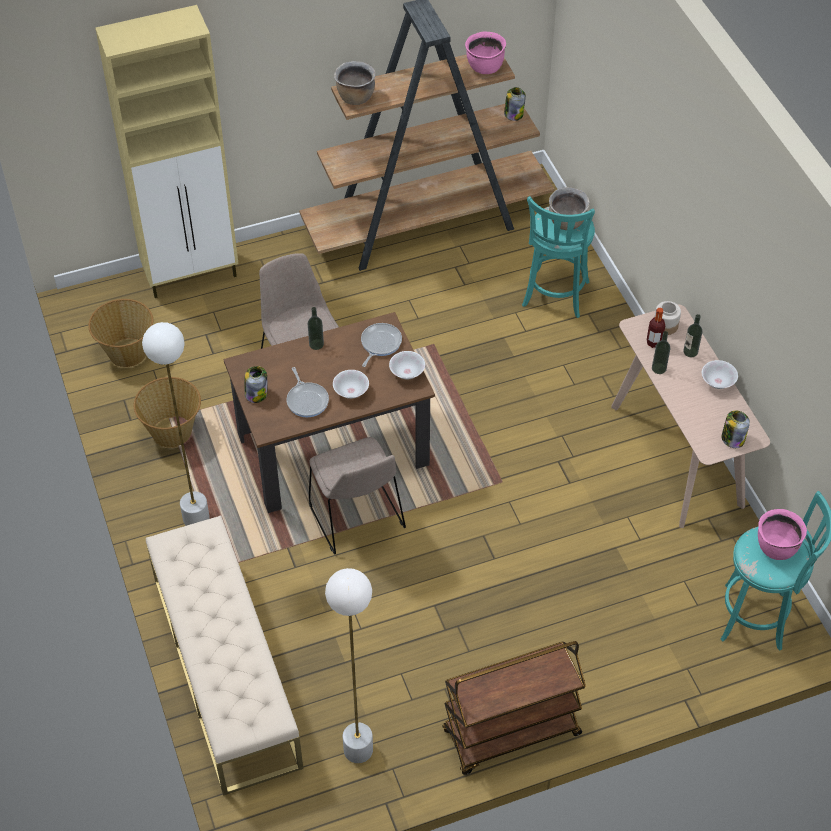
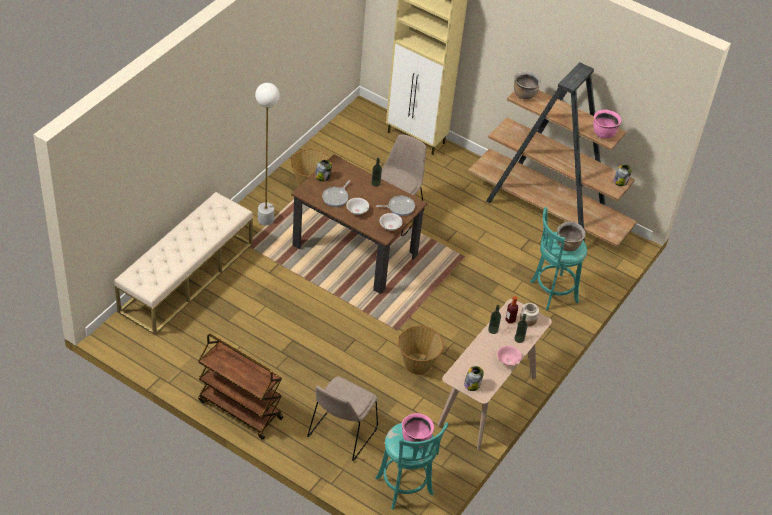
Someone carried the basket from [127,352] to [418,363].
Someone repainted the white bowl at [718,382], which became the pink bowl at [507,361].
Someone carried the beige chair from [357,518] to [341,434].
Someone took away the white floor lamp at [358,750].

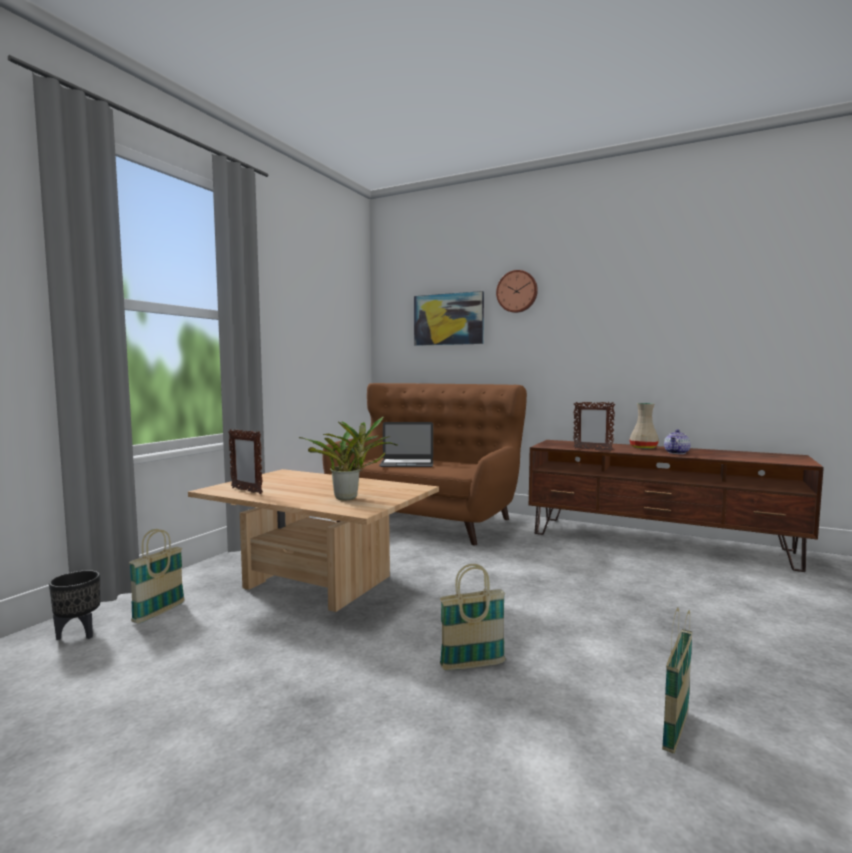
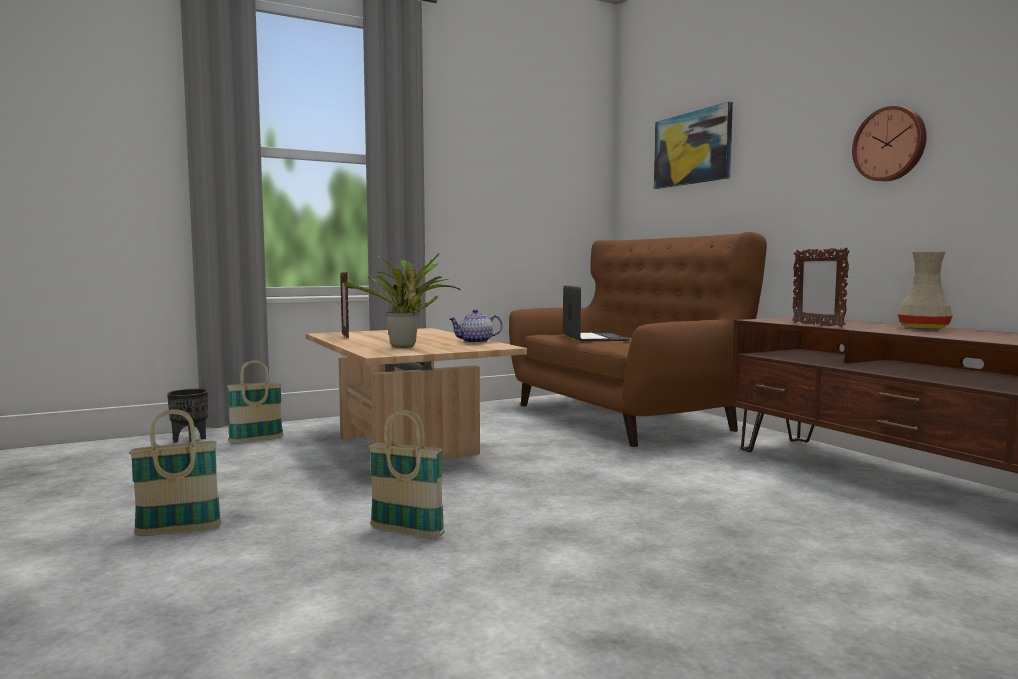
Someone carried the wall clock from [517,291] to [890,144].
Someone rotated the laptop at [407,463] by 135 degrees counterclockwise.
Someone carried the teapot from [677,453] to [475,342].
Someone carried the basket from [675,732] to [179,531].

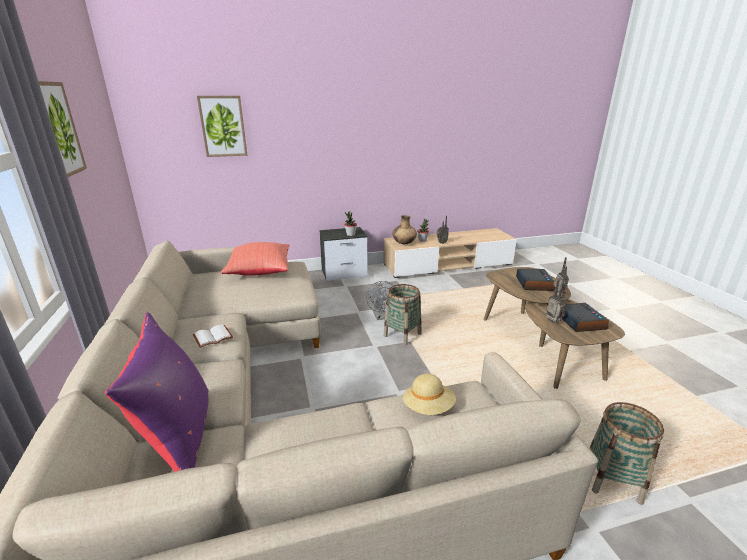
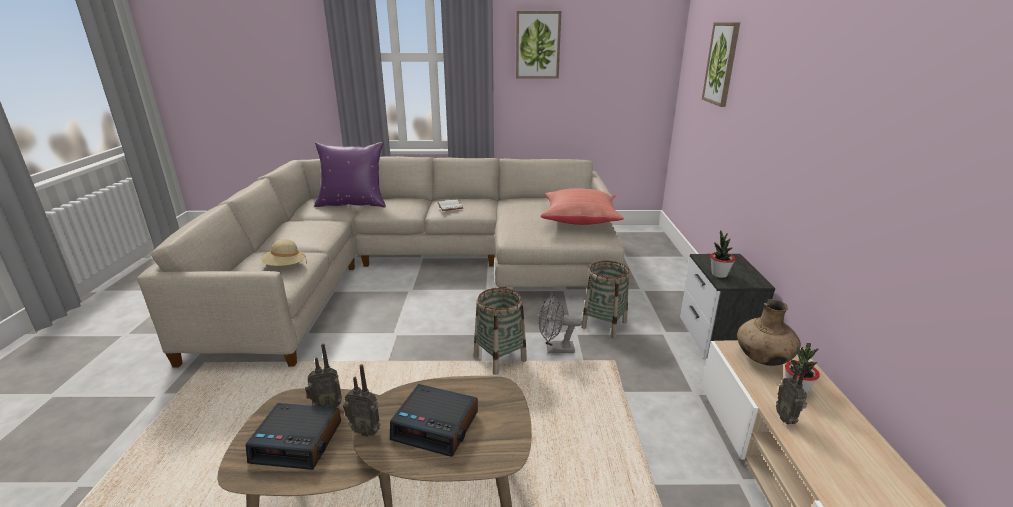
Someone carried the basket from [612,480] to [604,325].

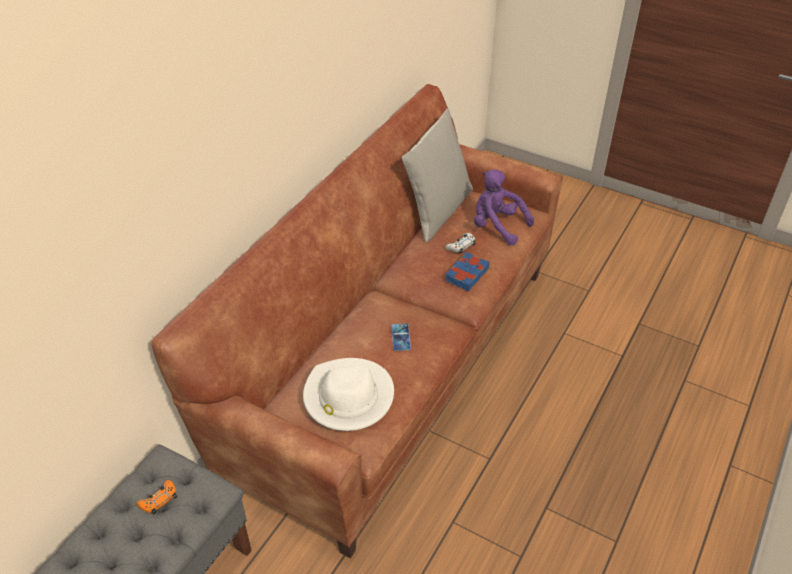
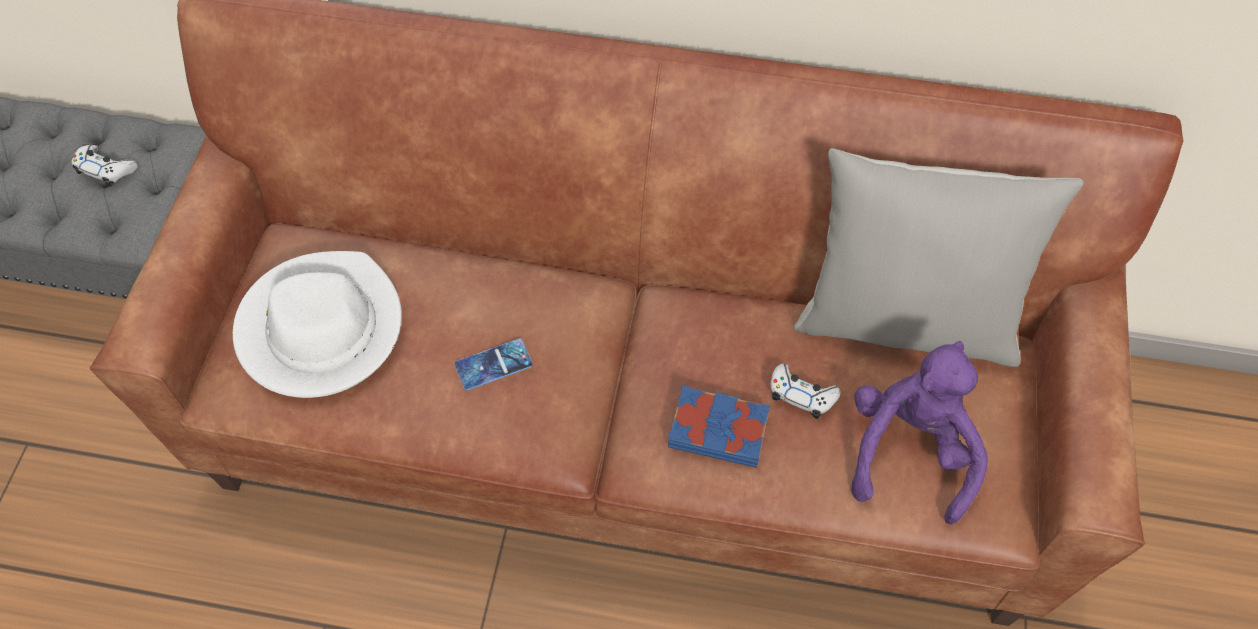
Someone repainted the orange game controller at [159,500], which became the white game controller at [106,169].

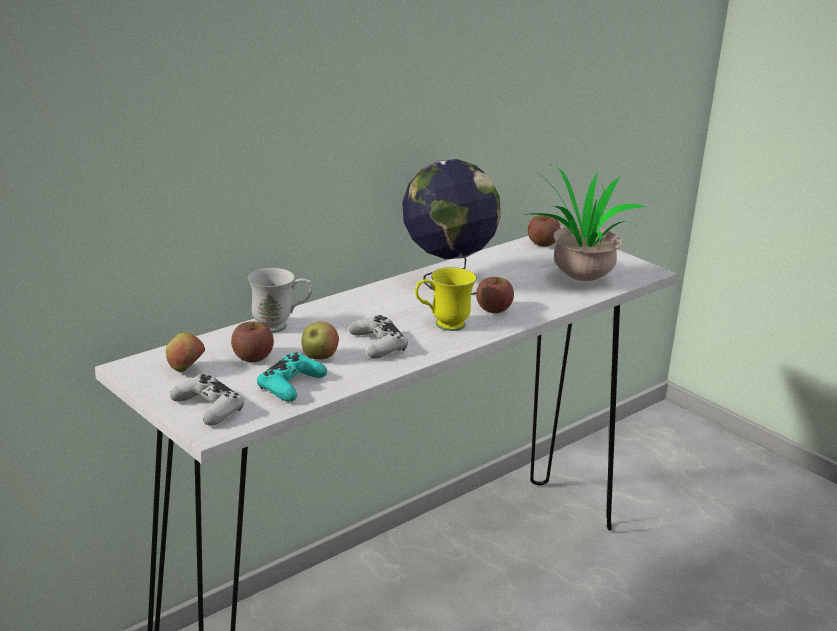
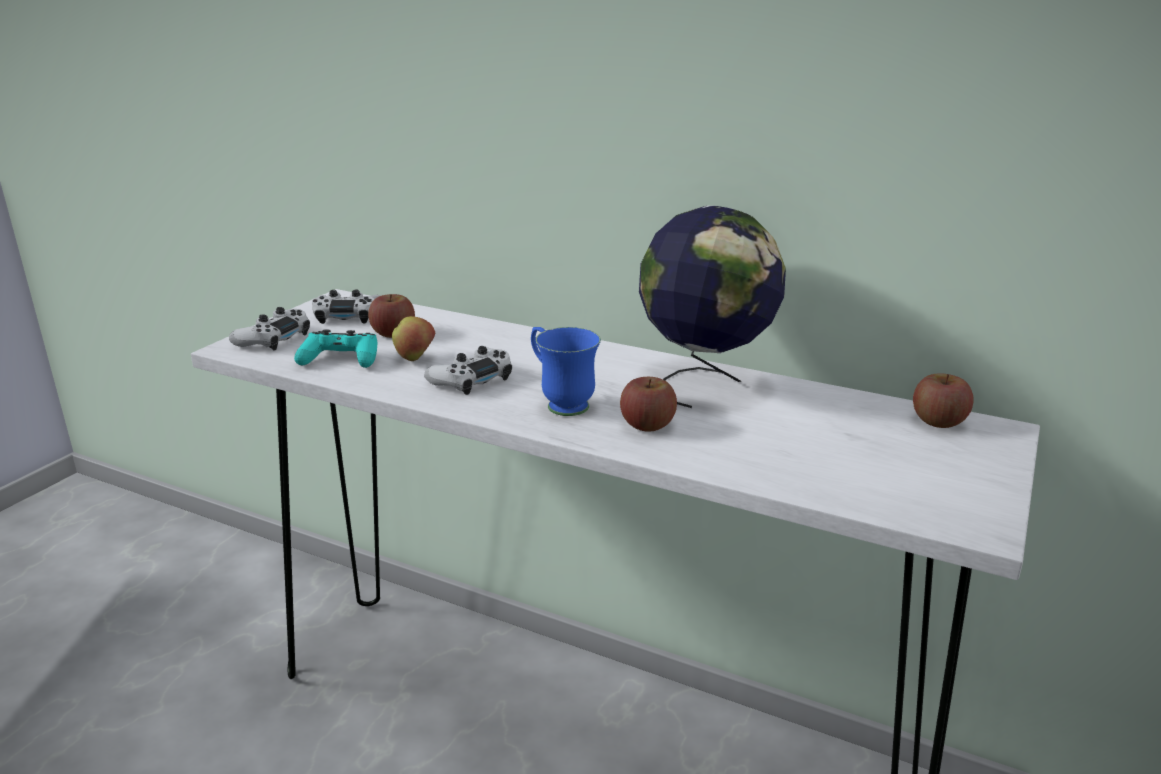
Someone took away the potted plant at [578,278].
Someone took away the white mug at [280,326].
Someone repainted the yellow mug at [442,325], which became the blue mug at [560,403].
Someone swapped the apple at [185,370] for the white game controller at [347,316].

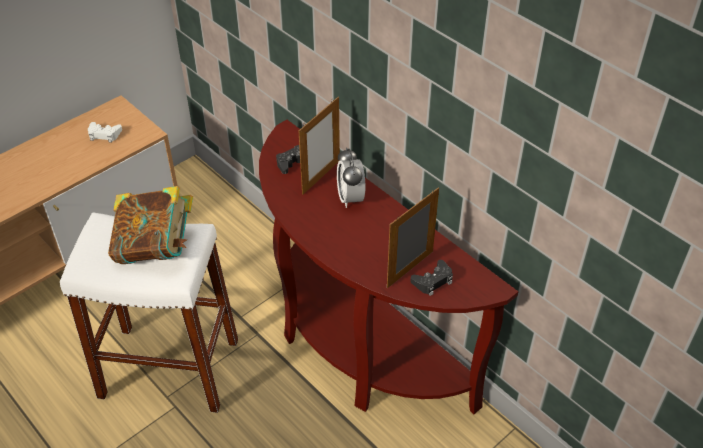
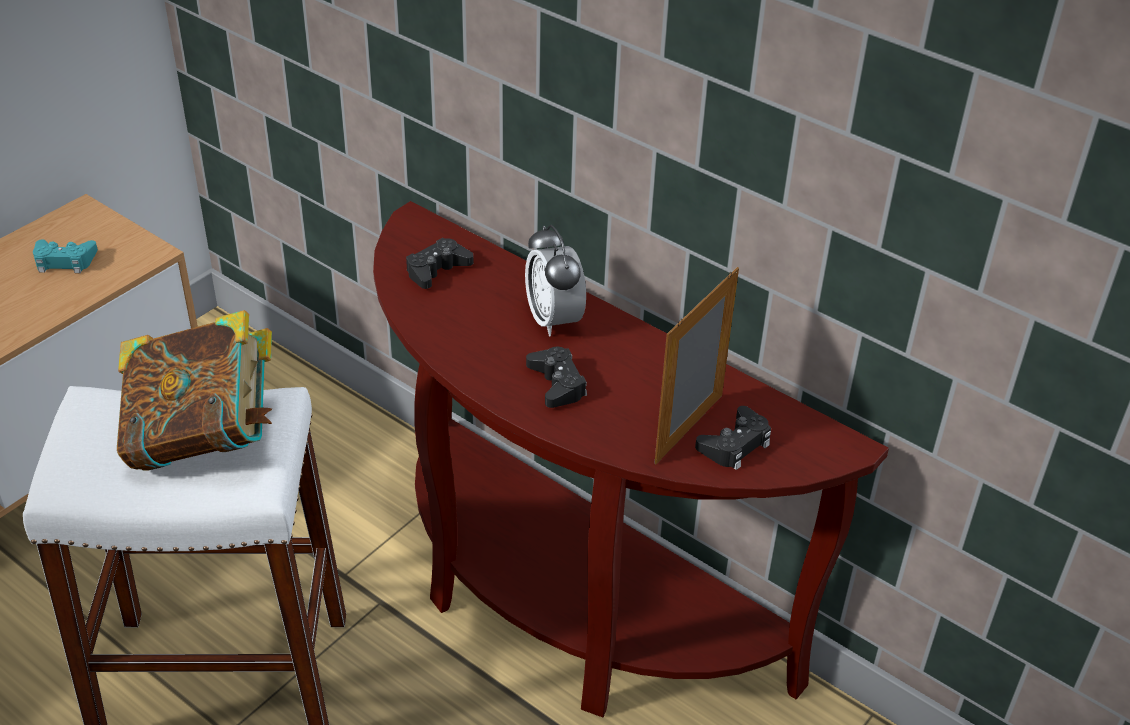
Someone took away the picture frame at [321,177].
Someone repainted the white game controller at [104,135], which became the turquoise game controller at [64,261].
Someone put down the black game controller at [557,383].

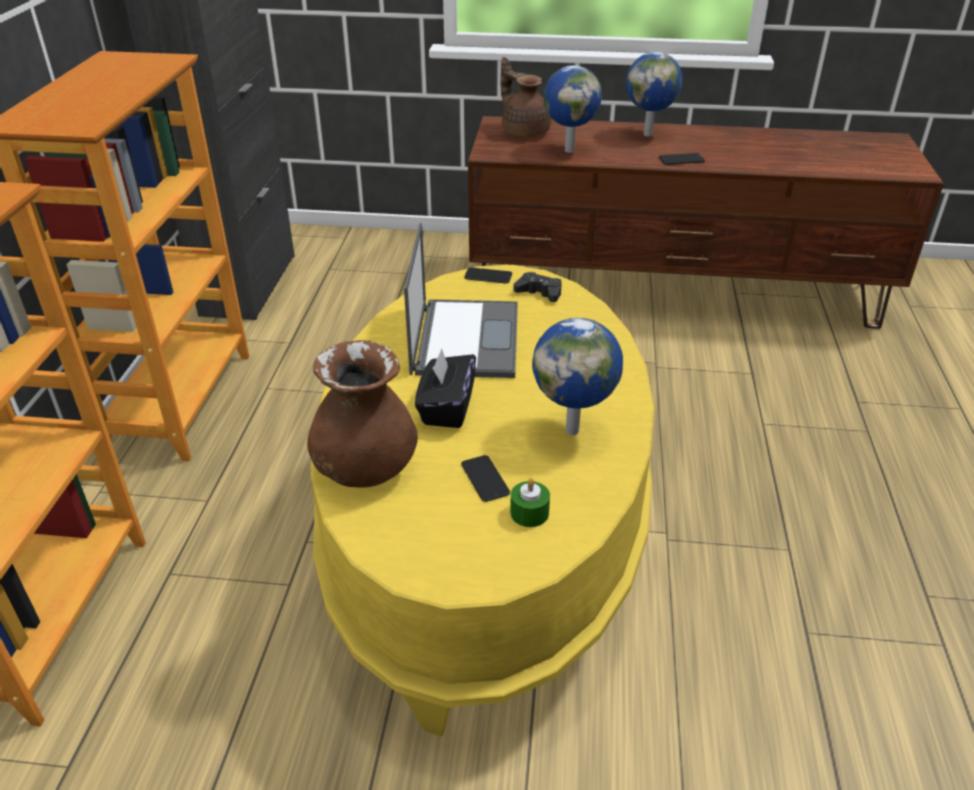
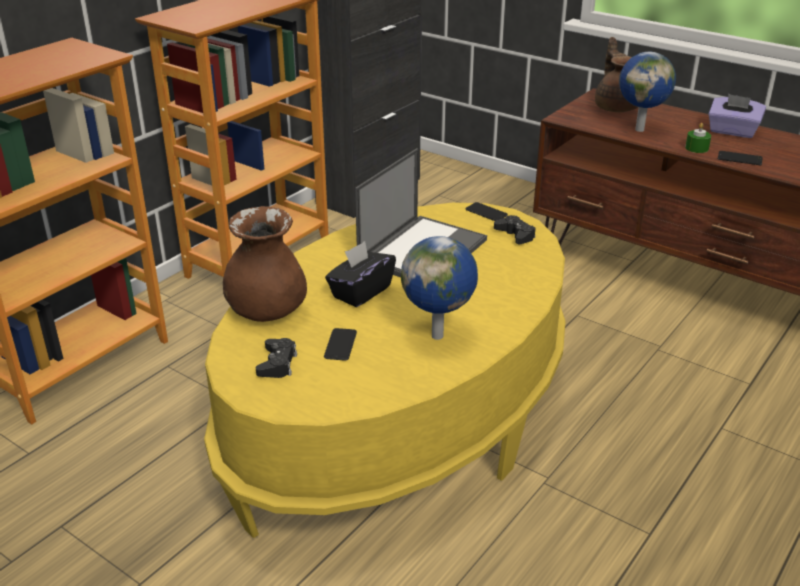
Someone swapped the globe at [648,134] for the purple tissue box at [732,131].
Someone carried the green candle from [529,513] to [696,148].
Someone put down the black game controller at [277,363].

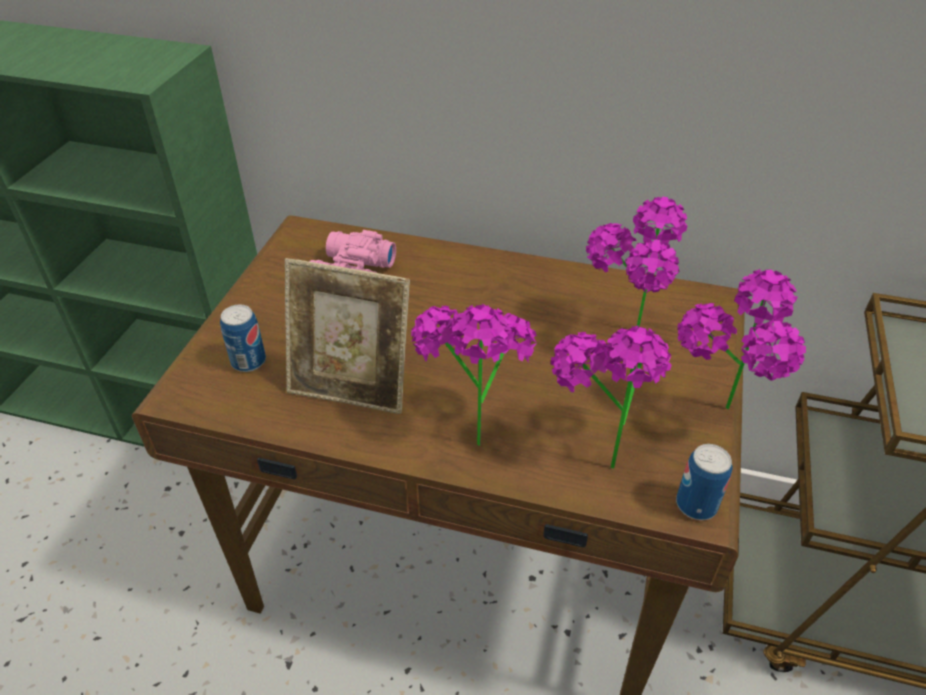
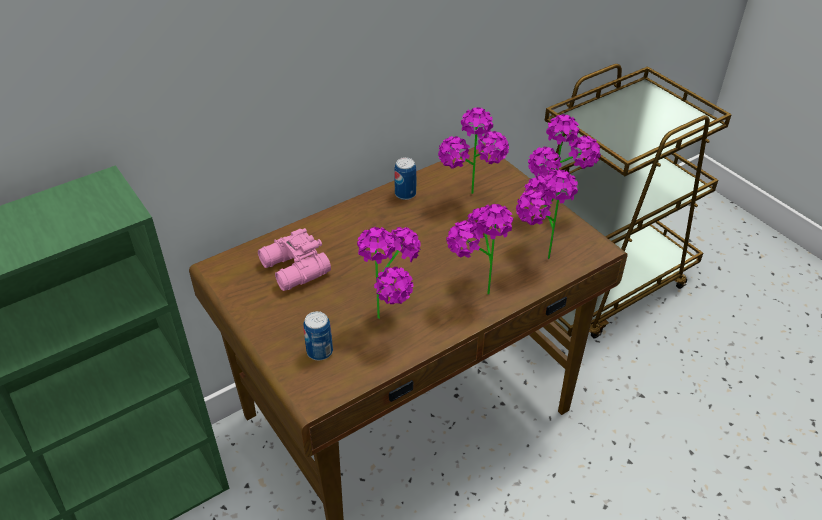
Someone swapped the picture frame at [352,387] for the potted plant at [393,318].
Someone carried the can from [696,505] to [405,194].

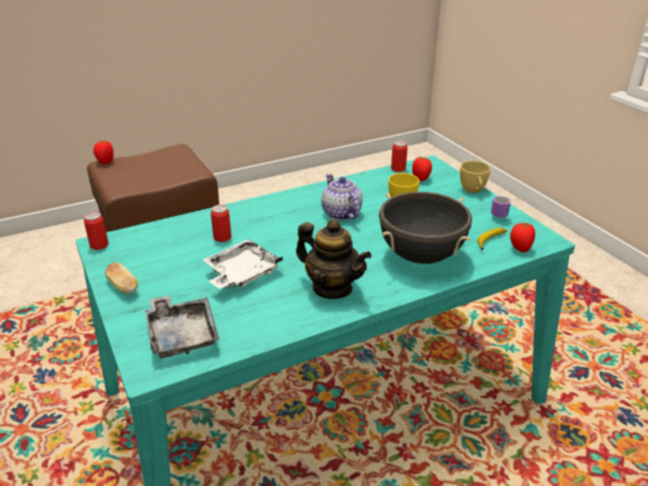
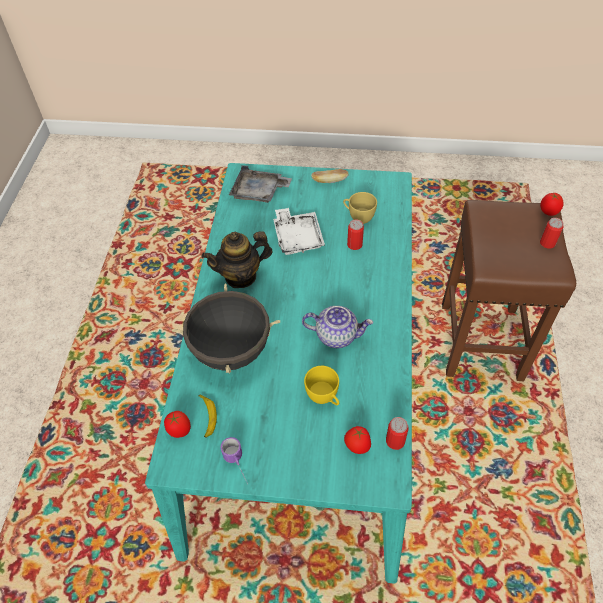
Someone carried the yellow cup from [473,191] to [358,217].
Someone carried the can from [99,245] to [547,243].

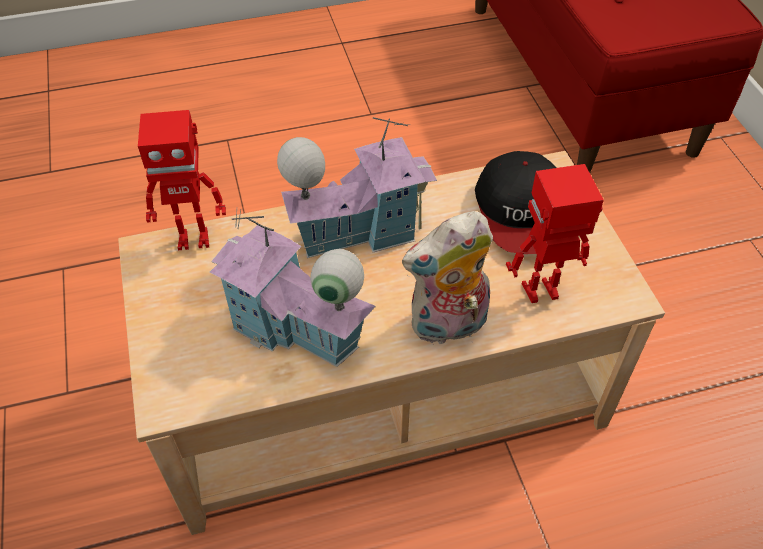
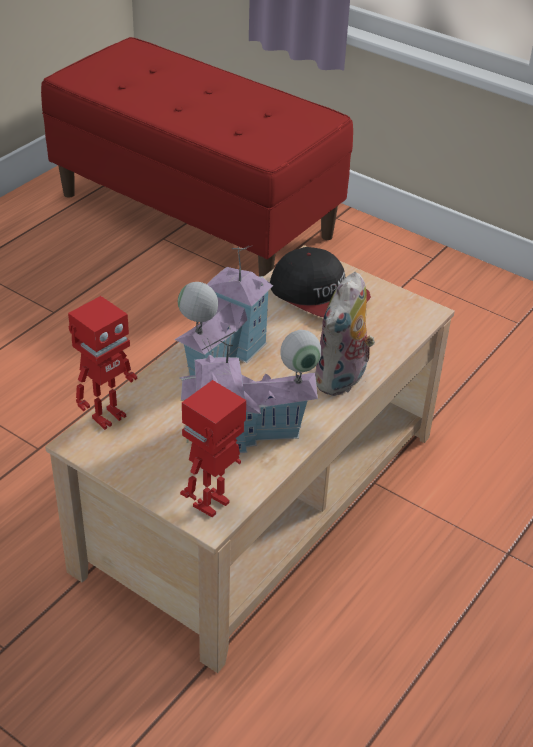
Someone carried the toy robot from [541,292] to [213,505].

